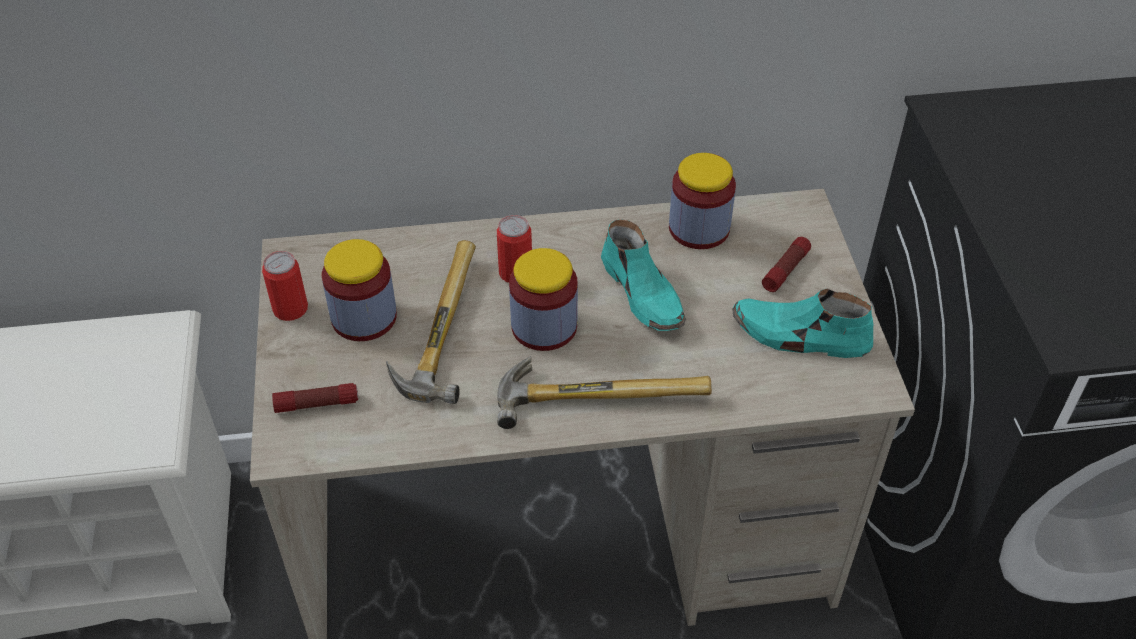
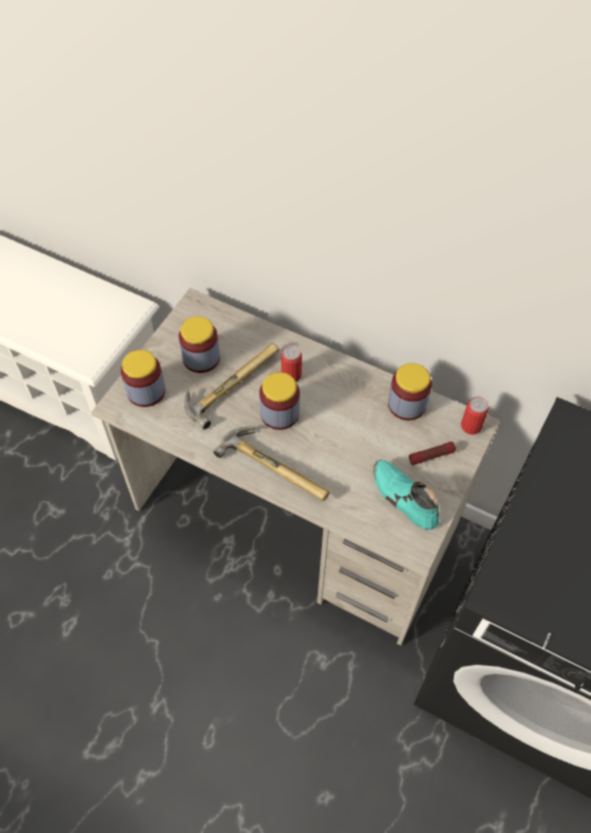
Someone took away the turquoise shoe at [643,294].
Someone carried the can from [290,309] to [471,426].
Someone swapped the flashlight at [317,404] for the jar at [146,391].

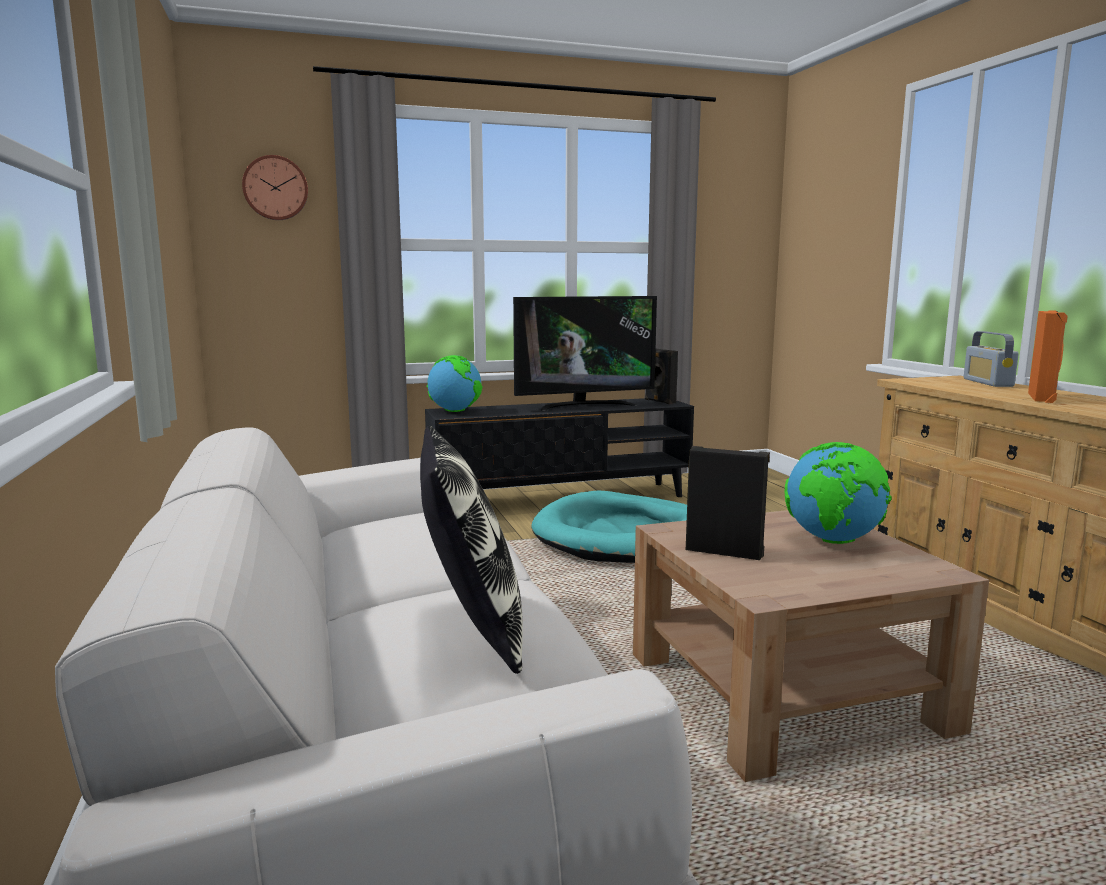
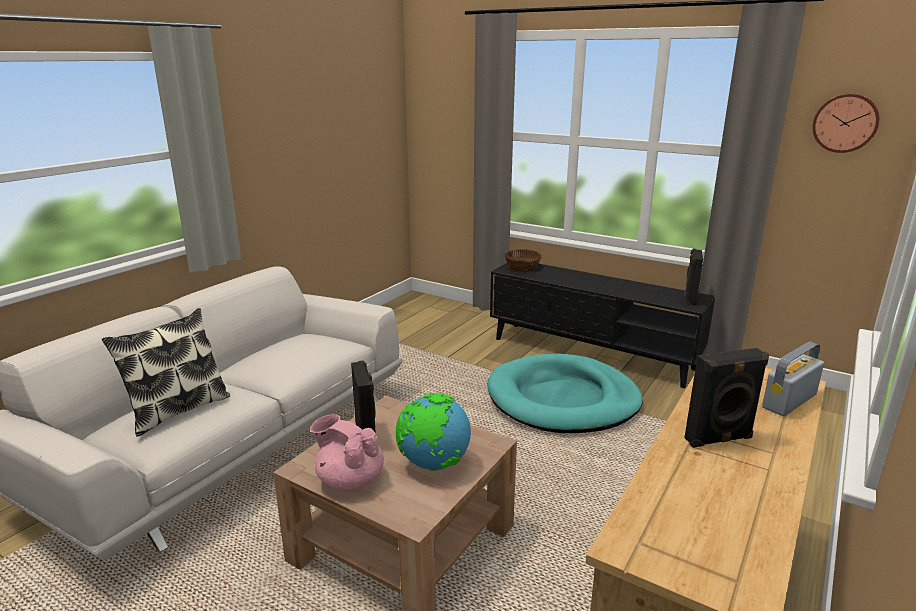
Someone carried the wall clock from [275,188] to [845,123].
Someone took away the television at [583,406].
Someone repainted the orange speaker at [1042,398], which became the black speaker at [719,439].
Someone swapped the globe at [455,411] for the brown bowl at [522,266].
Someone put down the pink teapot at [349,479].

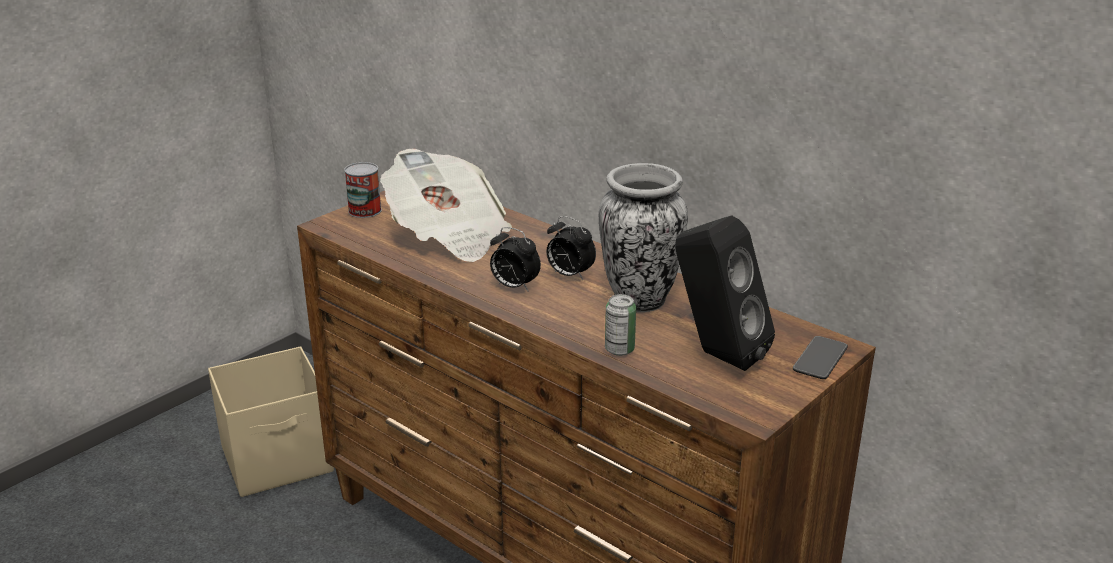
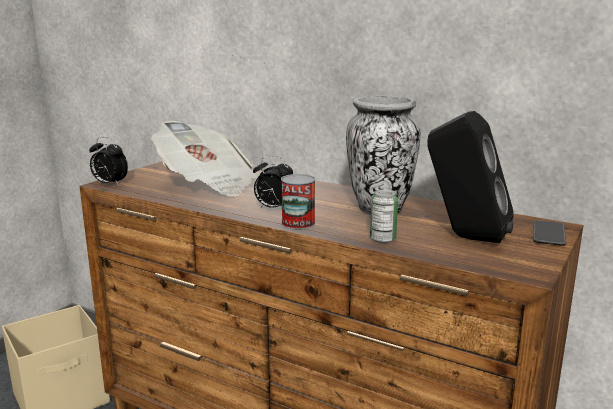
Someone carried the can from [365,211] to [298,223].
Someone carried the alarm clock from [569,275] to [109,184].

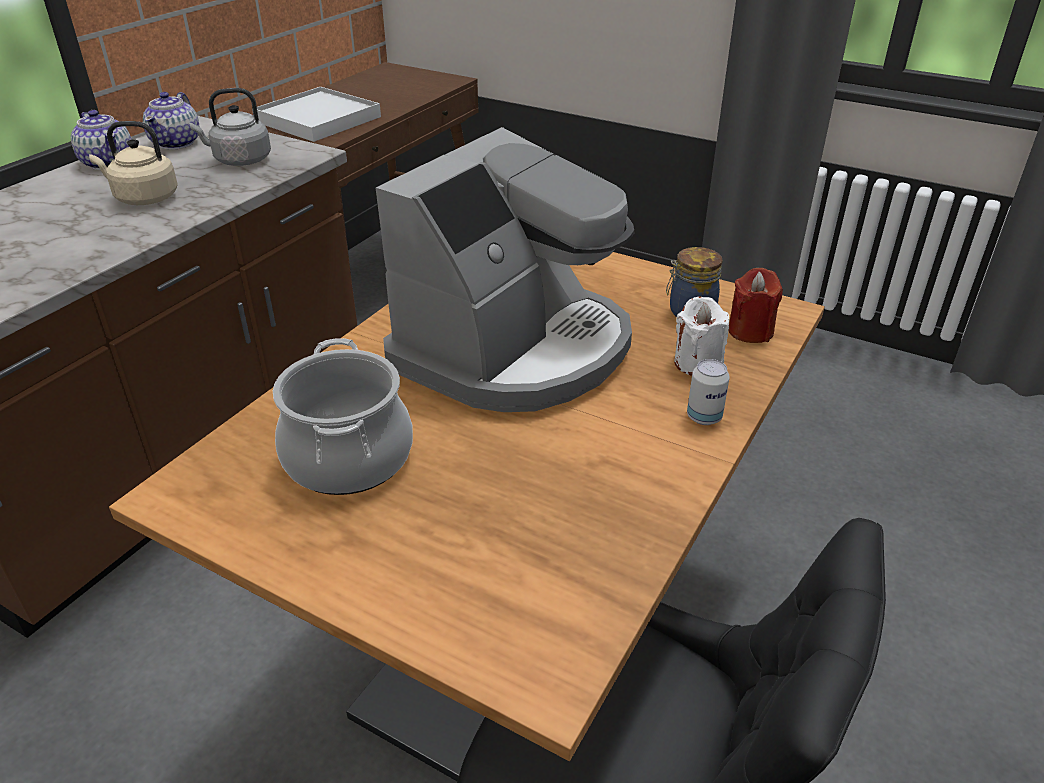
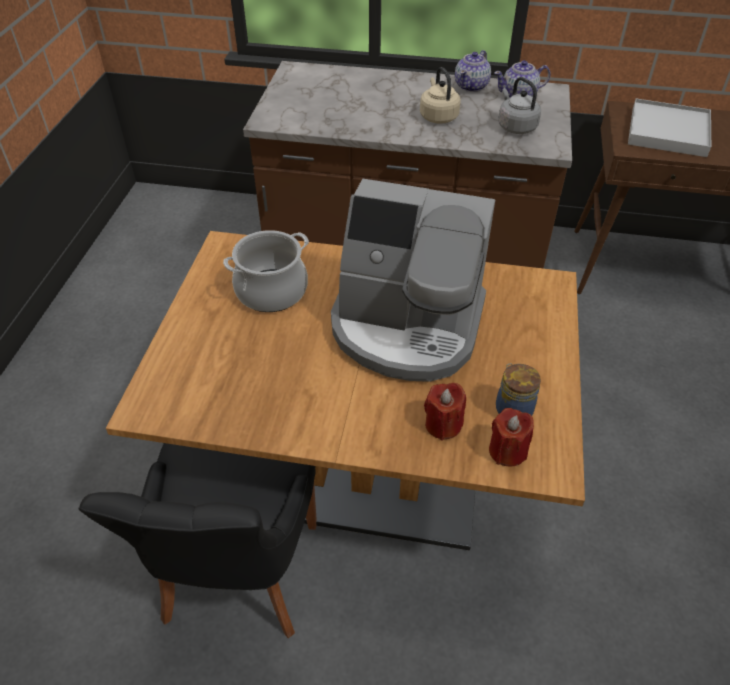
Someone repainted the white candle at [697,363], which became the red candle at [443,425].
Someone took away the can at [704,417].

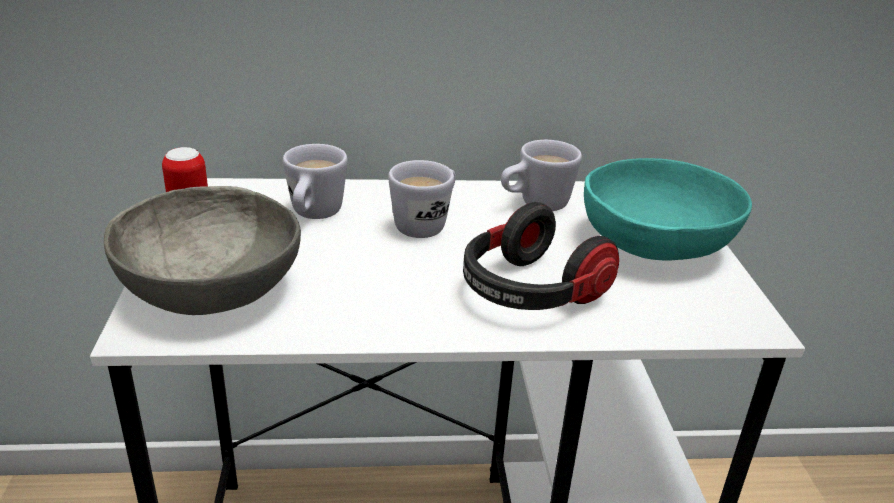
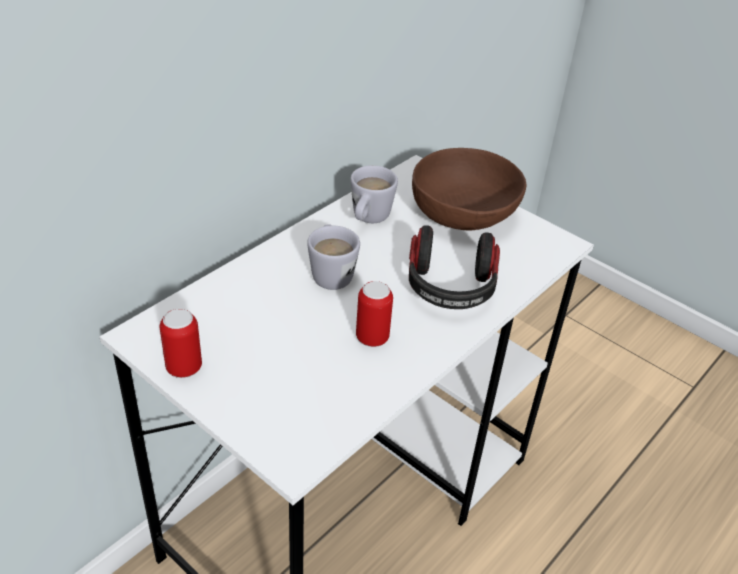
Someone took away the white mug at [313,216].
Someone repainted the turquoise bowl at [656,245], which became the brown bowl at [464,214].
Someone took away the grey bowl at [210,291].
Someone put down the can at [372,338].

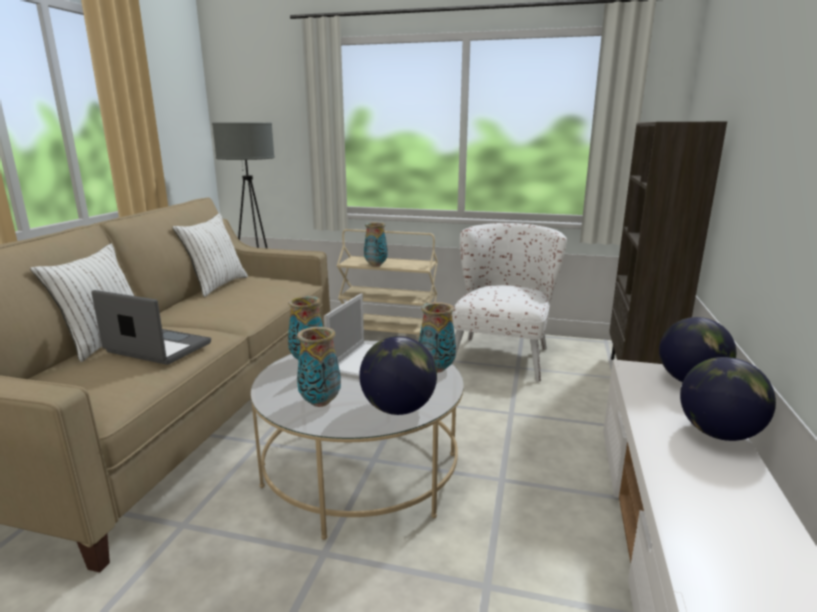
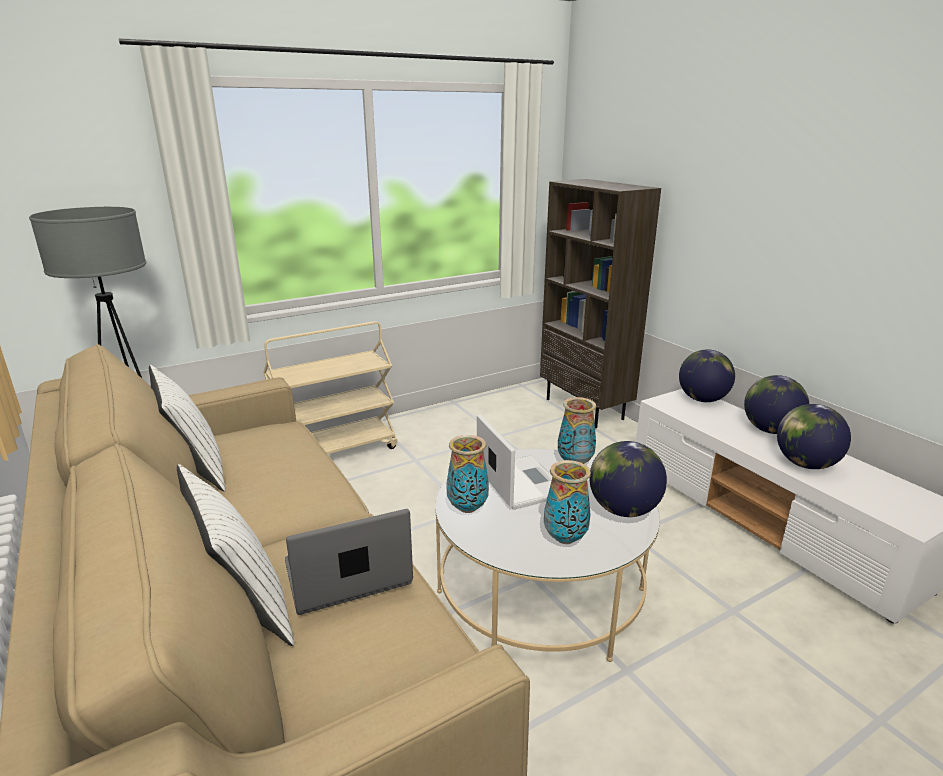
Someone took away the vase at [376,265].
Someone took away the white armchair at [502,354].
Someone put down the globe at [805,464].

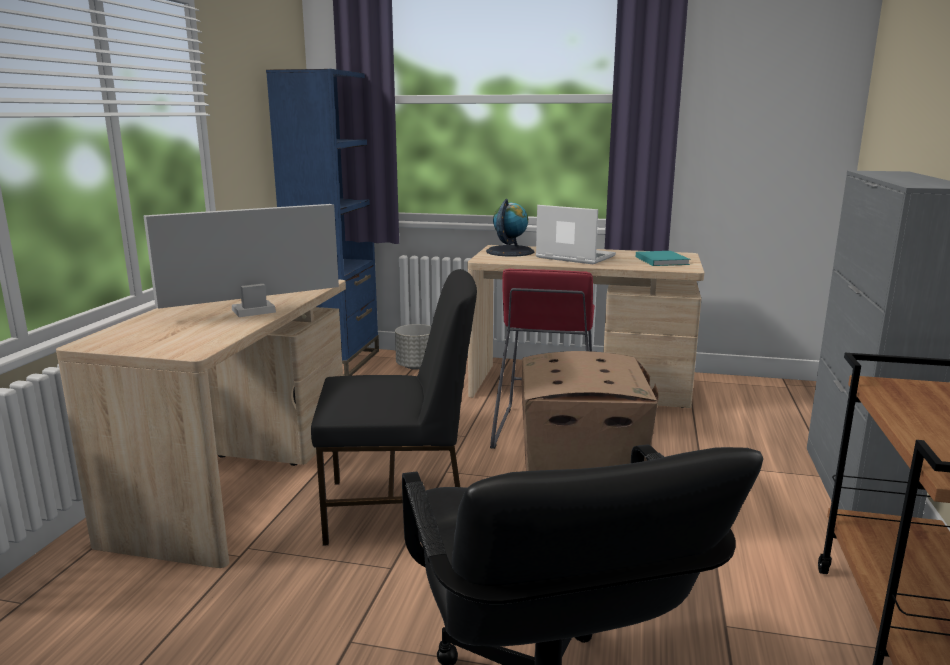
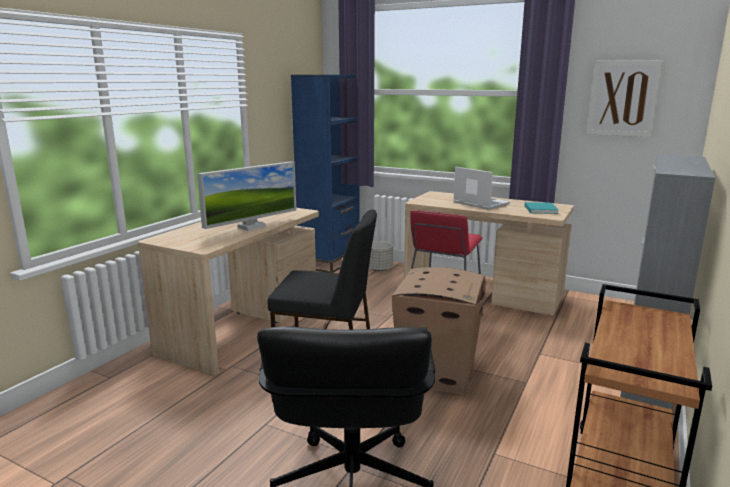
Someone took away the globe at [510,251].
Someone rotated the monitor at [253,311] by 150 degrees clockwise.
Someone put up the picture at [623,98].

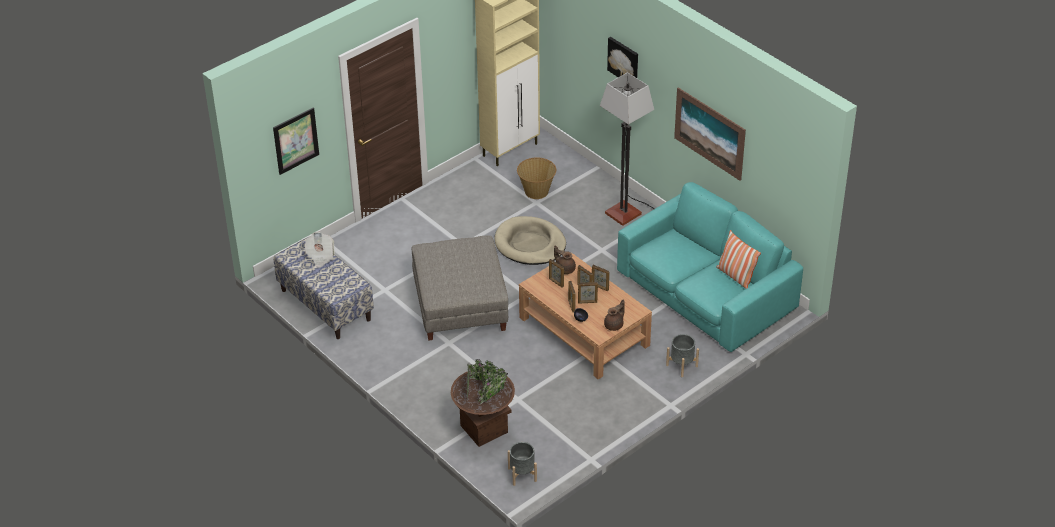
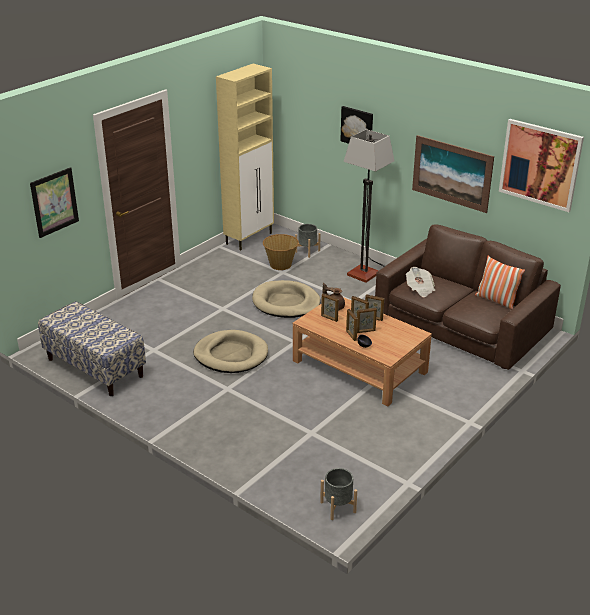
Someone repainted the turquoise sofa at [705,291], which became the brown sofa at [461,324].
Someone carried the newspaper from [320,256] to [420,289].
Someone swapped the grey ottoman at [460,304] for the beige dog bed at [231,355].
Someone took away the brown teapot at [614,325].
Someone carried the grey planter from [682,365] to [307,251].
Someone took away the brown planter at [484,429].
Someone put up the picture at [540,164].

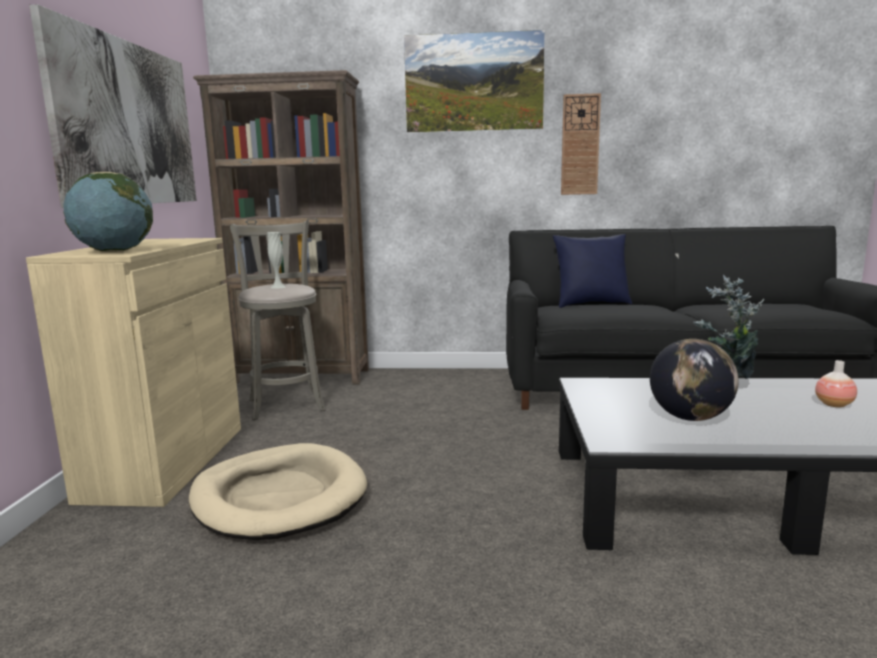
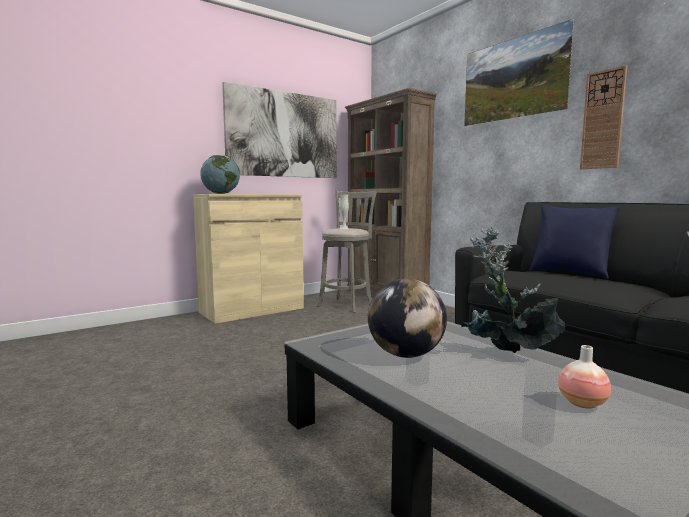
Someone took away the beige dog bed at [279,497].

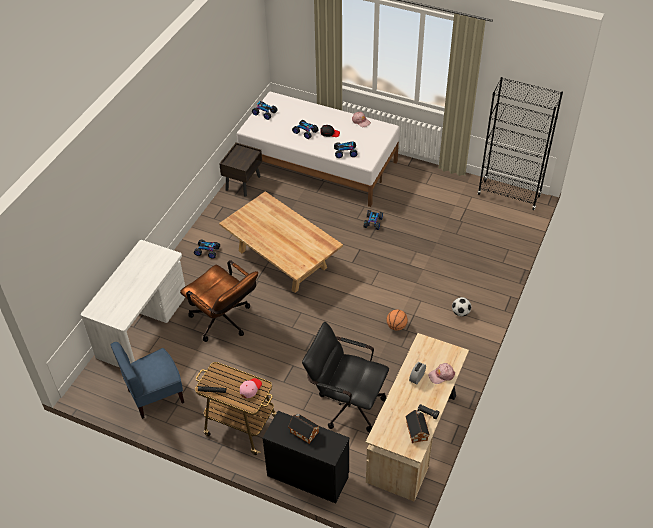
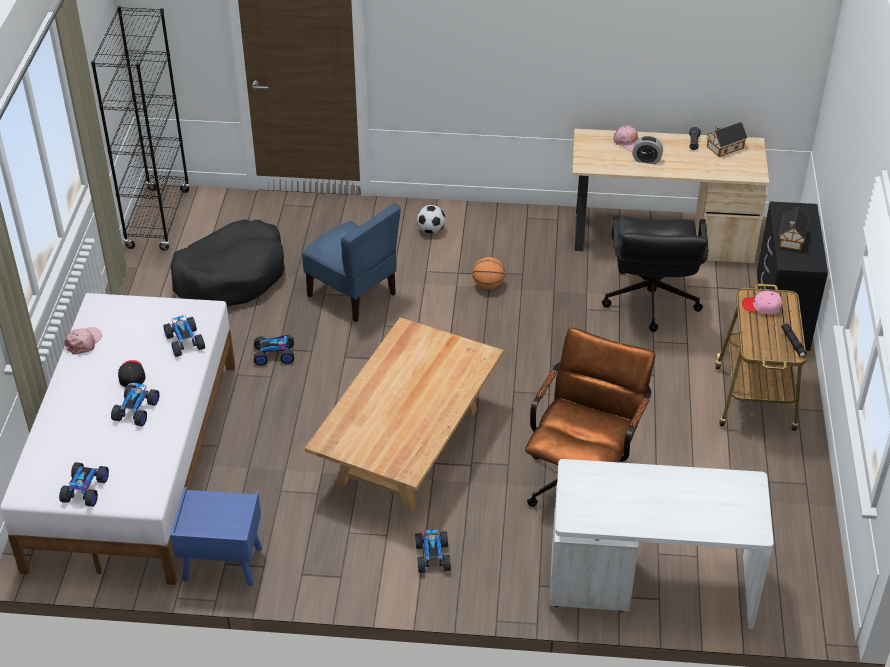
Someone repainted the brown nightstand at [243,183], which became the blue nightstand at [221,564].
Someone carried the blue chair from [155,396] to [353,294].
Someone put down the black dog bed at [231,276].

